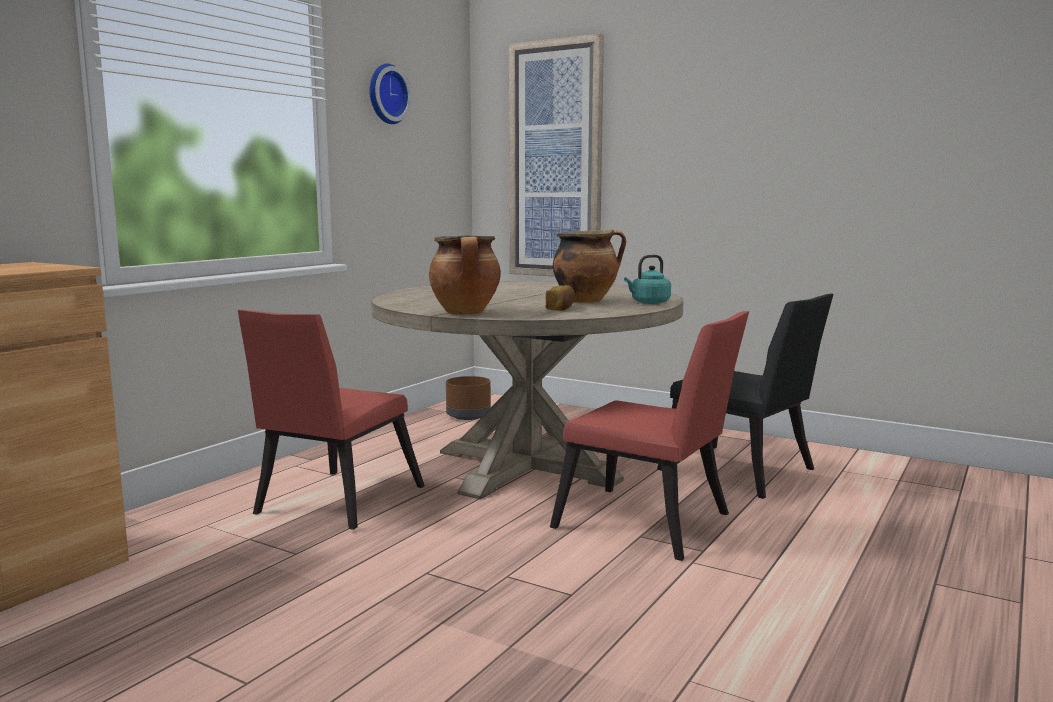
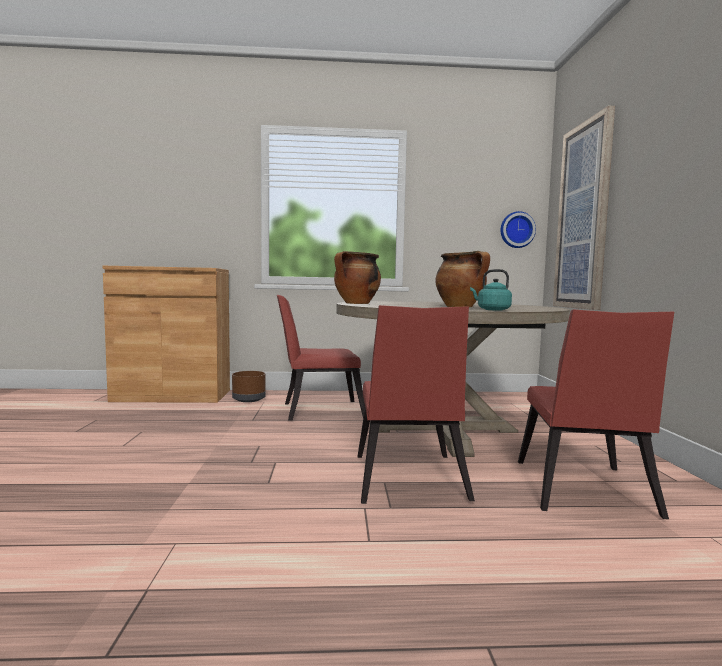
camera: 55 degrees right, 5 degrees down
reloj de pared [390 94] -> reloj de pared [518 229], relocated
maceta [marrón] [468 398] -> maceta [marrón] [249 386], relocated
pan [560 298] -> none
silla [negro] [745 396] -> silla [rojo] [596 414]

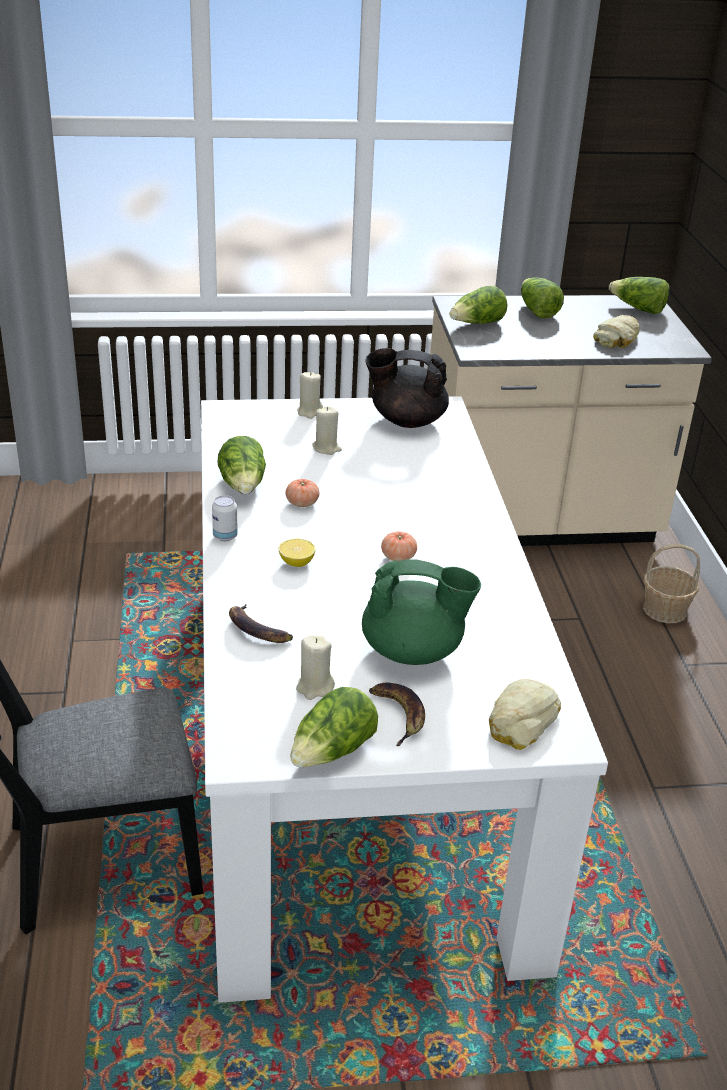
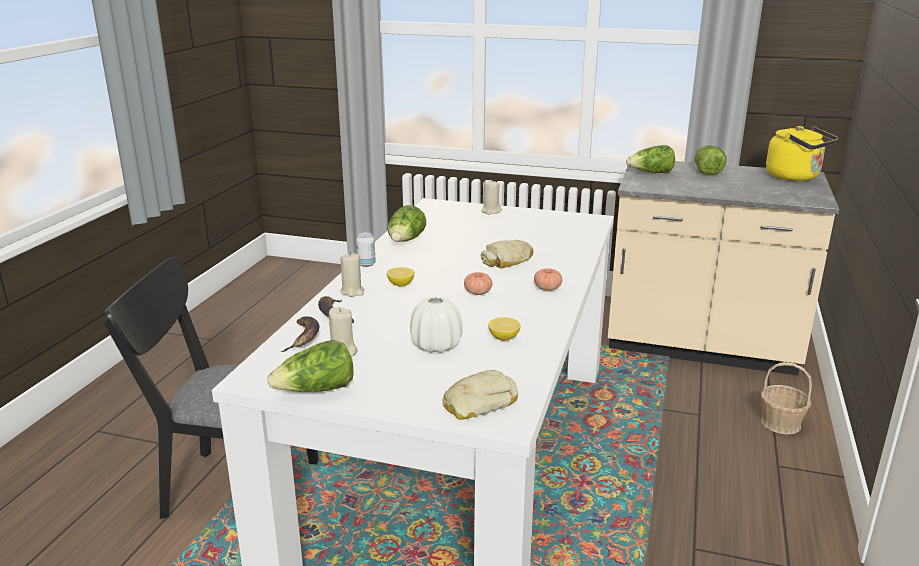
camera: 25 degrees right, 10 degrees down
tomate [302 493] -> tomate [548 279], relocated
vela [beis] [327 430] -> vela [beis] [352 274], relocated
tetera [verde] [421 612] -> florero [blanco] [436 324]
tetera [negro] [407 388] -> none
plátano [397 714] -> plátano [300 334], relocated
pan [616 331] -> pan [507 254], relocated
lechuga [639 295] -> hervidor [amarillo] [802 153]
none -> limón [504 329]

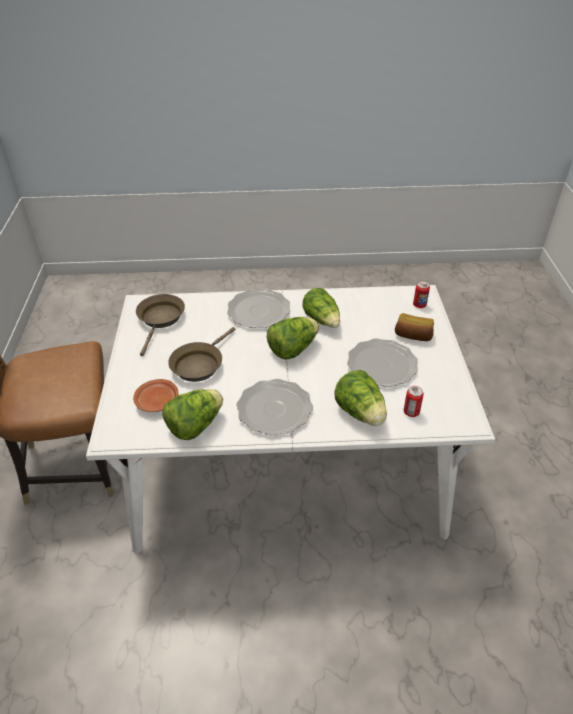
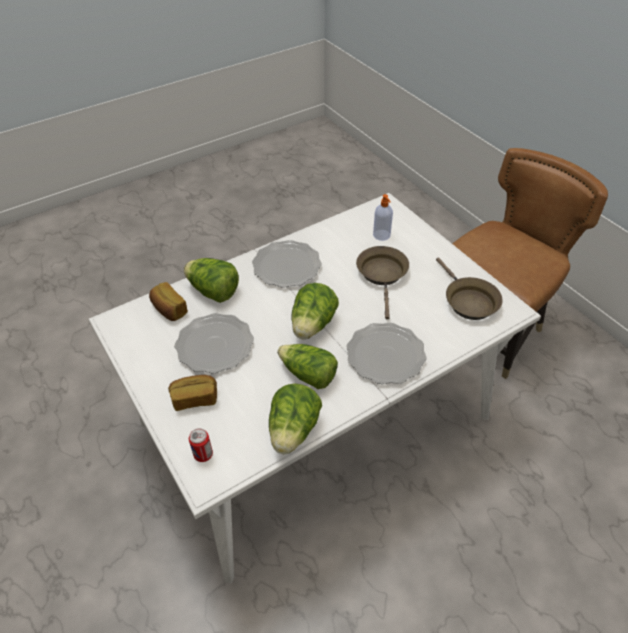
camera: 150 degrees right, 5 degrees up
plato [marrón] [156 395] -> dispensador de jabón [383 217]
lechuga [192 414] -> lechuga [295 419], relocated
lata [414 401] -> pan [168 301]

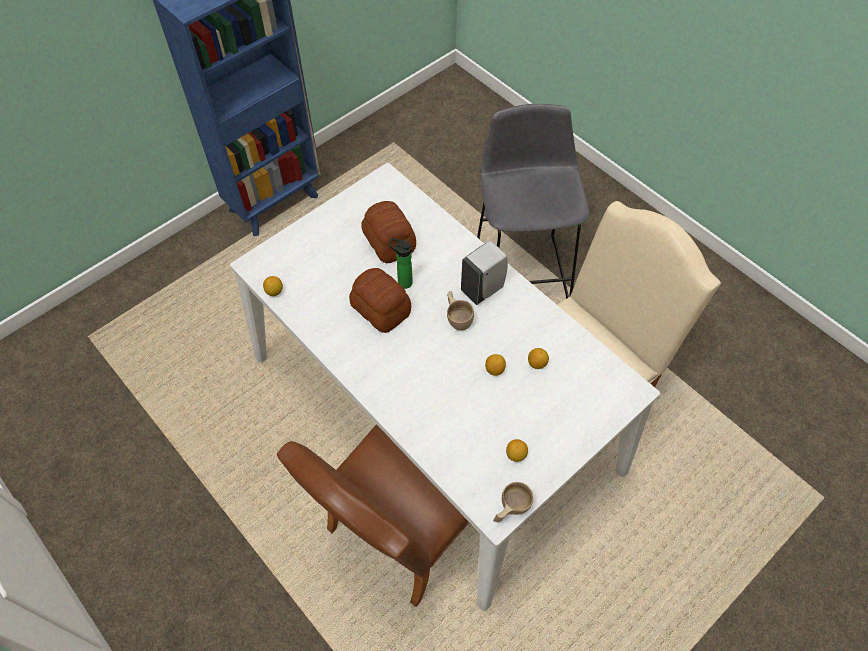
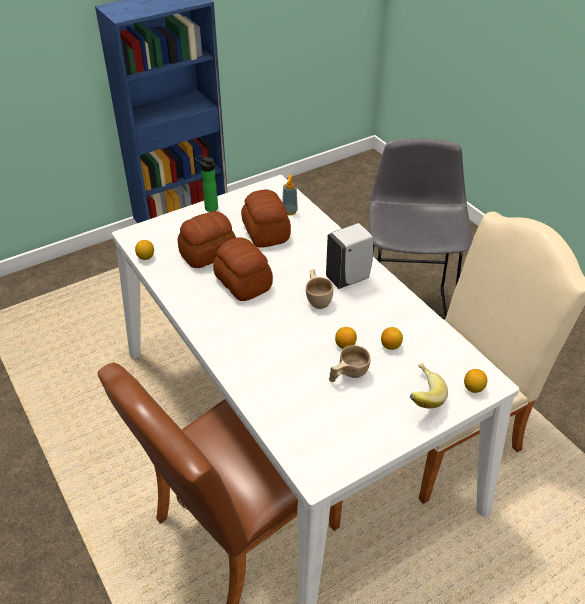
camera: 10 degrees right, 15 degrees down
botella [401 263] -> botella [206 183], relocated
taza [beis] [513 502] -> taza [beis] [350 363], relocated
limón [517 450] -> limón [475 381], relocated
none -> pan [207 239]
none -> dispensador de jabón [290 195]
none -> plátano [429 385]

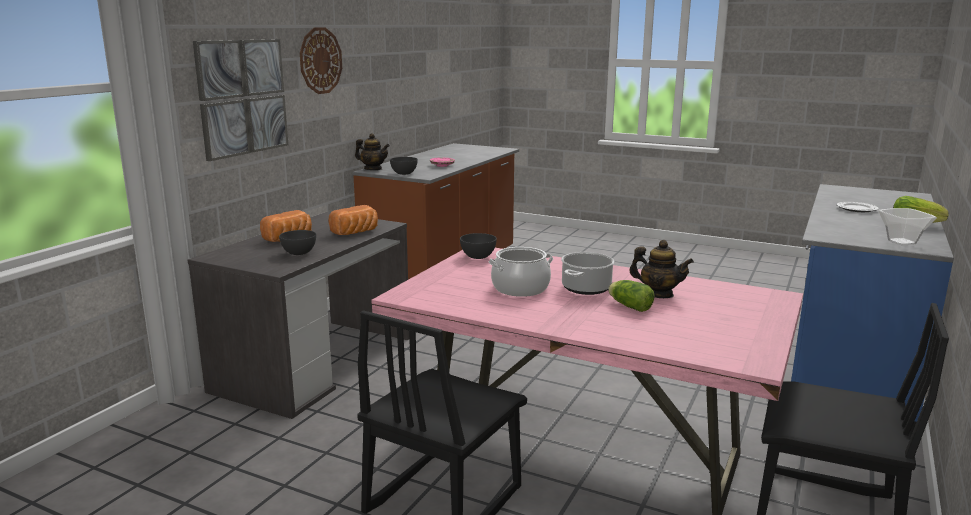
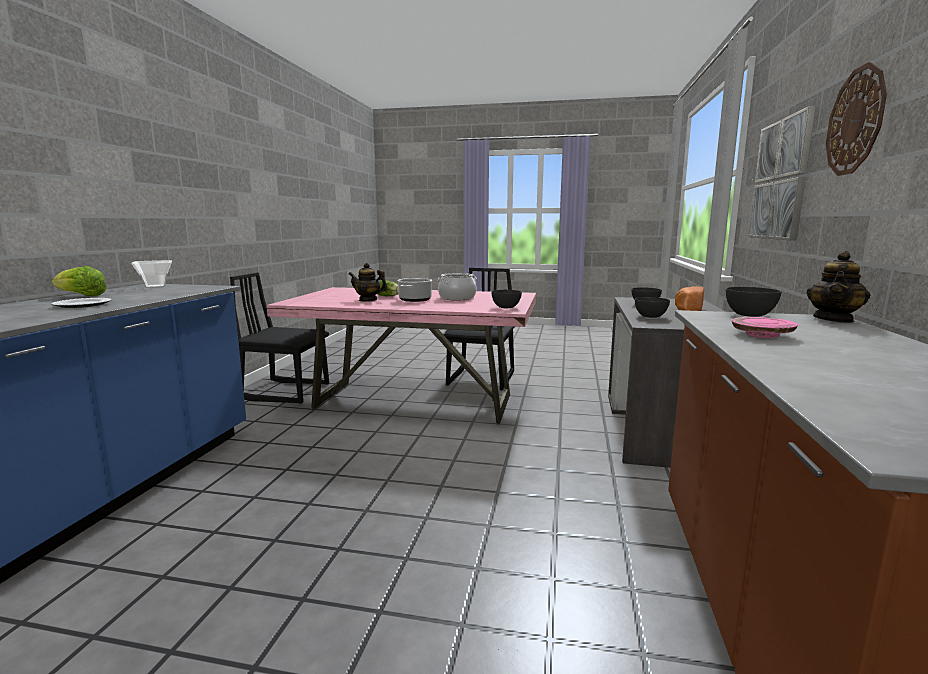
camera: 165 degrees right, 5 degrees down
pan [353 220] -> cuenco [gris] [652 307]
tetera [372 151] -> tetera [838 287], 60 degrees counterclockwise

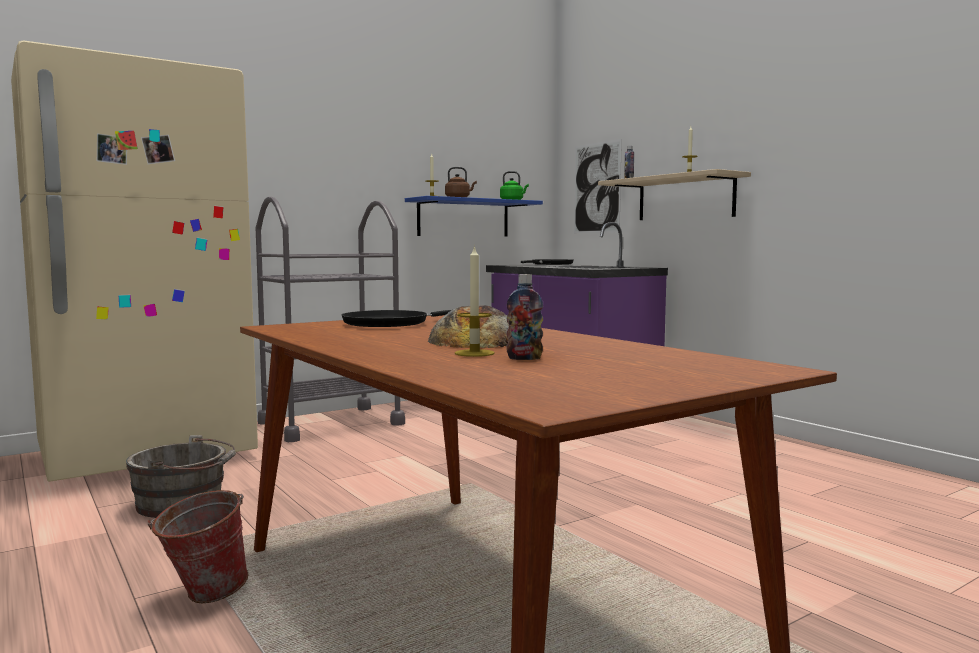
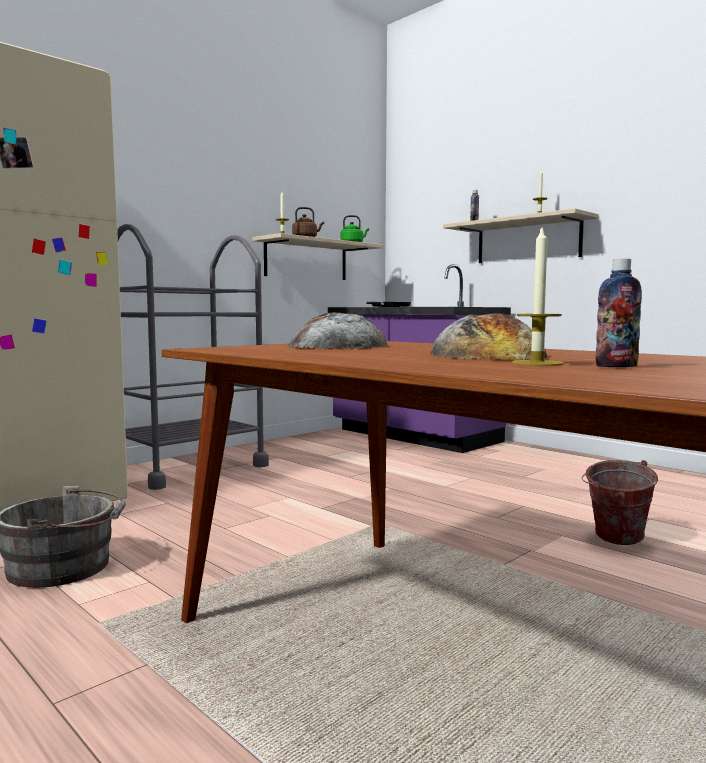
camera: 10 degrees left, 0 degrees up
cubo [198 546] -> cubo [619 502], relocated
sartén [negro] [397 318] -> pan [337 331]
estante [azul] [474 216] -> estante [beis] [317 256]
cuadro [598 186] -> none

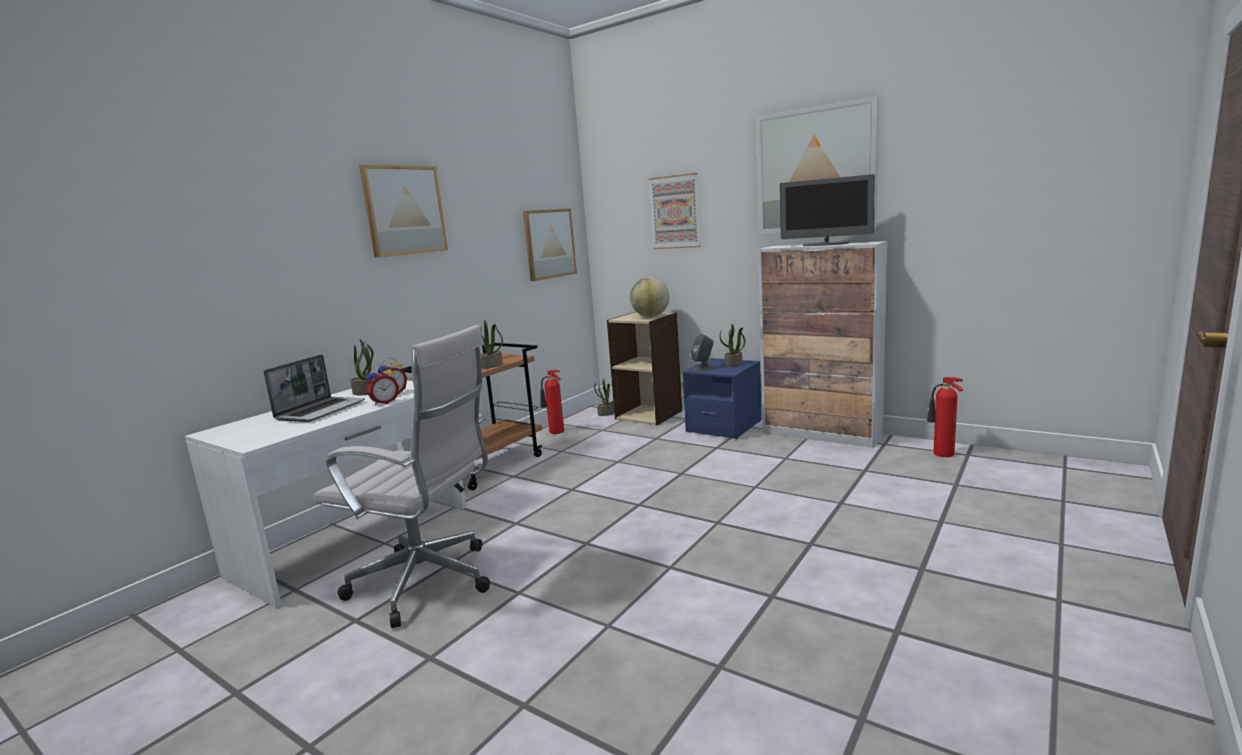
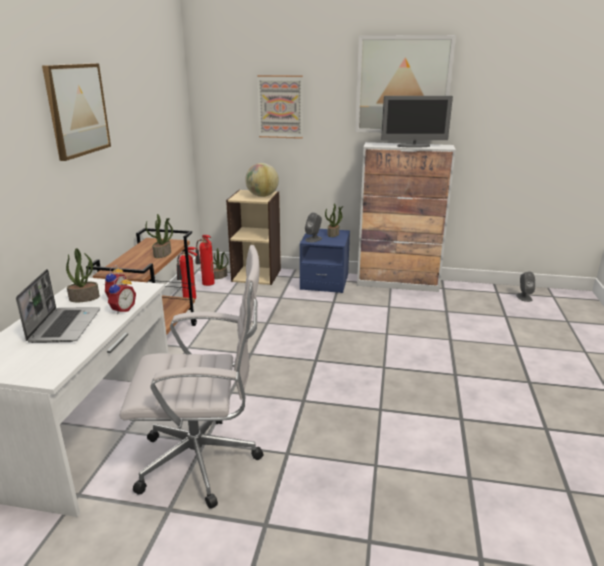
camera: 25 degrees left, 10 degrees up
cuadro [550 245] -> none
extintor [945 417] -> extintor [205 260], relocated
none -> altavoz [gris] [525 287]

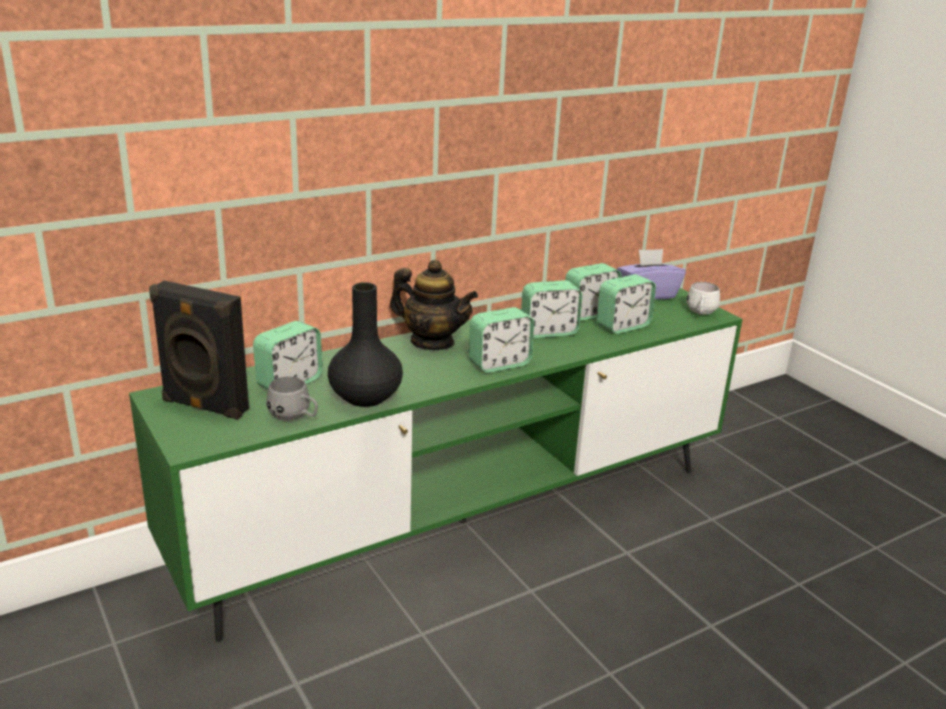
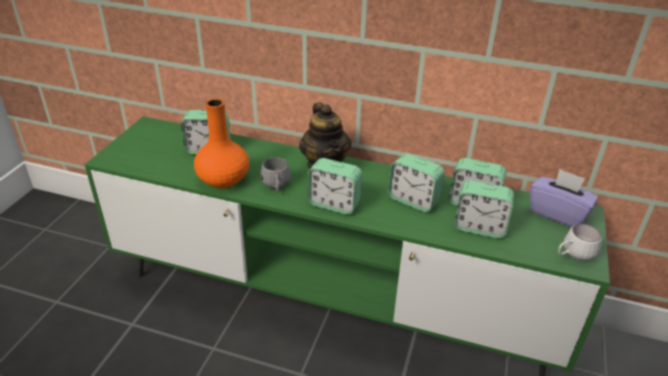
camera: 50 degrees right, 10 degrees up
altavoz [negro] [199 350] -> none
taza grande [gris] [292 398] -> taza grande [gris] [275 174], relocated
florero [negro] [365 344] -> florero [naranja] [221 143]

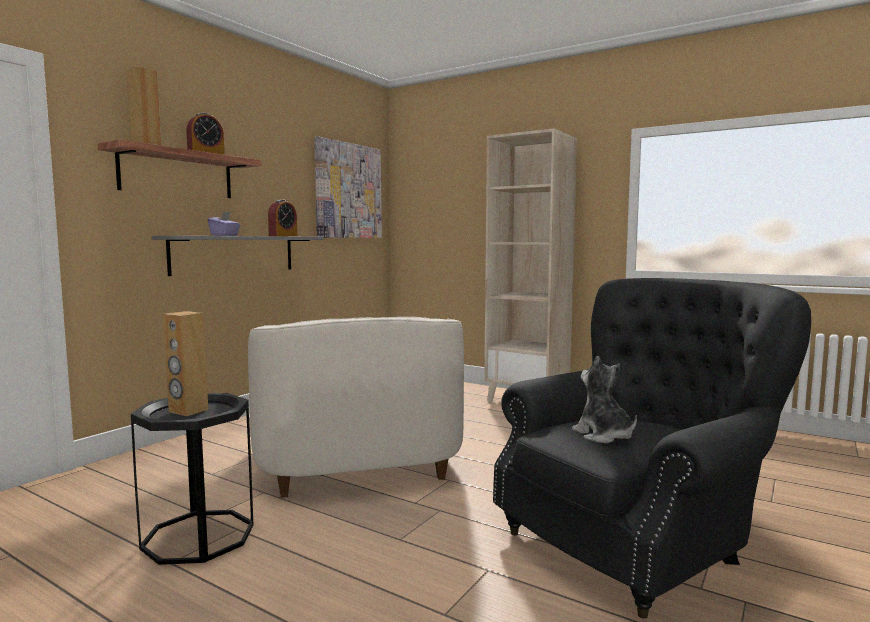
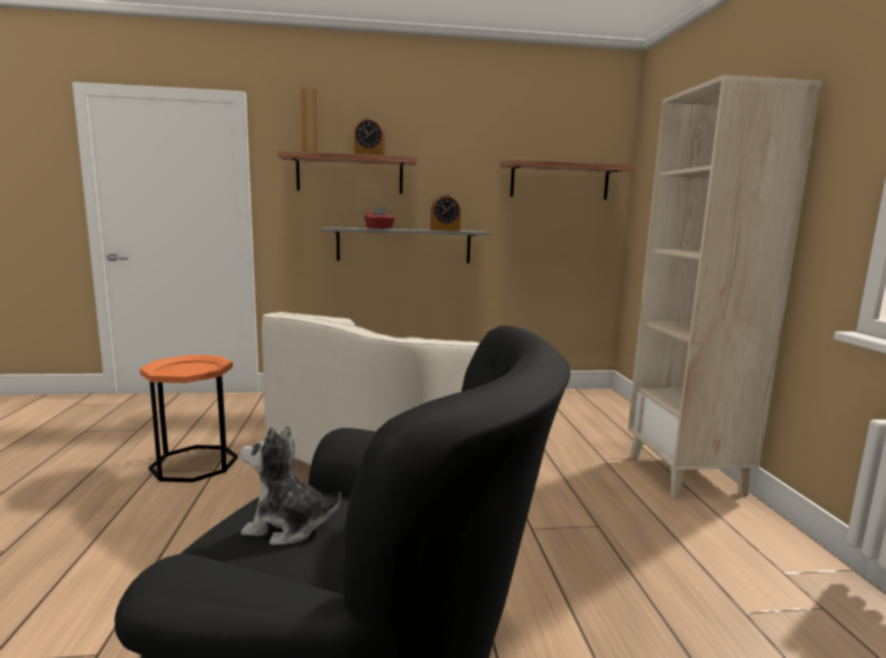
camera: 50 degrees right, 5 degrees up
mesa auxiliar [negro] [192 479] -> mesa auxiliar [naranja] [189 418]
altavoz [marrón] [185 363] -> none
caja de pañuelos [morado] [224 223] -> caja de pañuelos [rojo] [379 218]
cuadro [348 187] -> estante [567 179]
peluche [604 399] -> peluche [290 485], 105 degrees counterclockwise

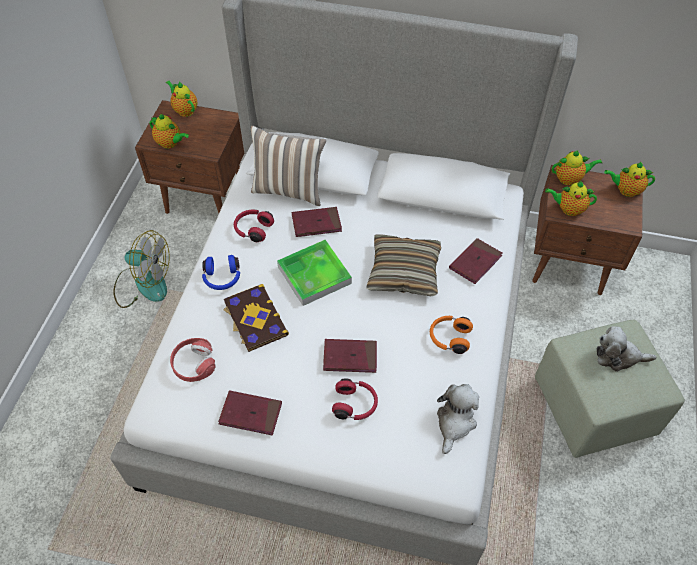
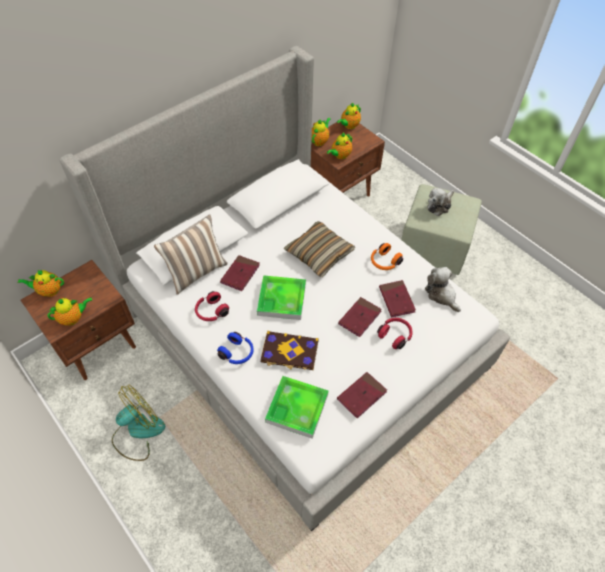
camera: 55 degrees left, 0 degrees up
auriculares [rojo] [193 360] -> bandeja [296 407]
libro [rojo] [475 261] -> libro [rojo] [397 298], relocated

